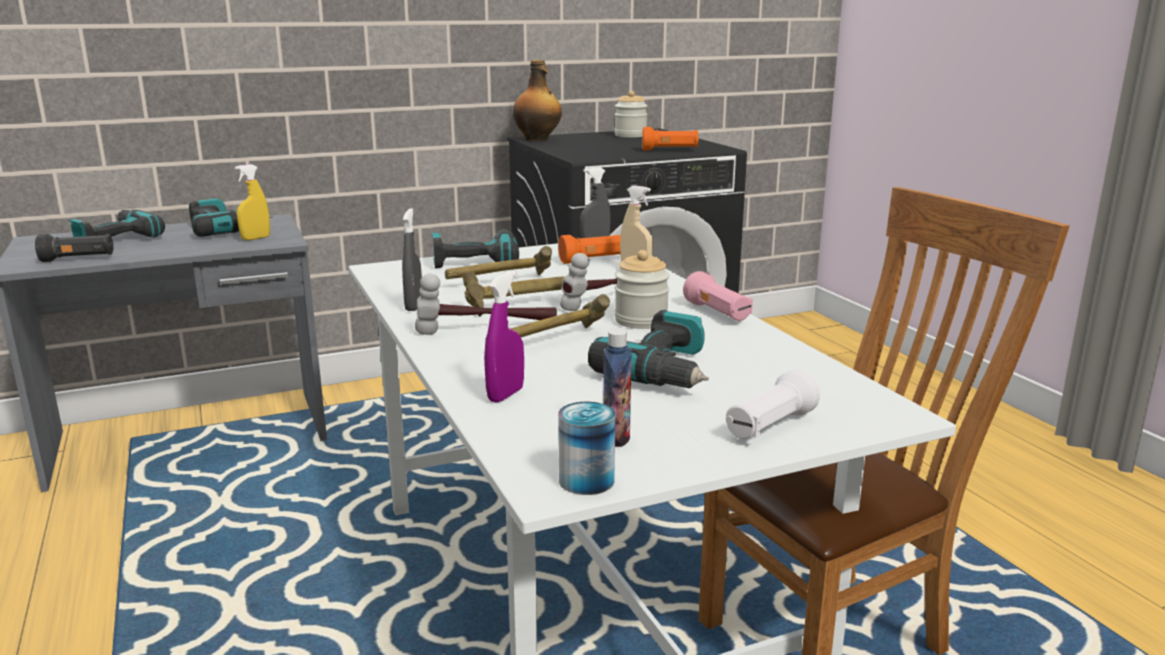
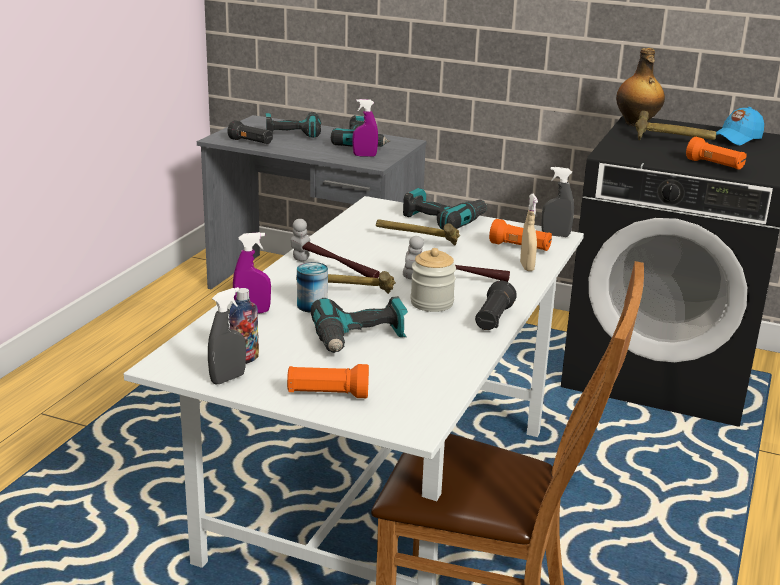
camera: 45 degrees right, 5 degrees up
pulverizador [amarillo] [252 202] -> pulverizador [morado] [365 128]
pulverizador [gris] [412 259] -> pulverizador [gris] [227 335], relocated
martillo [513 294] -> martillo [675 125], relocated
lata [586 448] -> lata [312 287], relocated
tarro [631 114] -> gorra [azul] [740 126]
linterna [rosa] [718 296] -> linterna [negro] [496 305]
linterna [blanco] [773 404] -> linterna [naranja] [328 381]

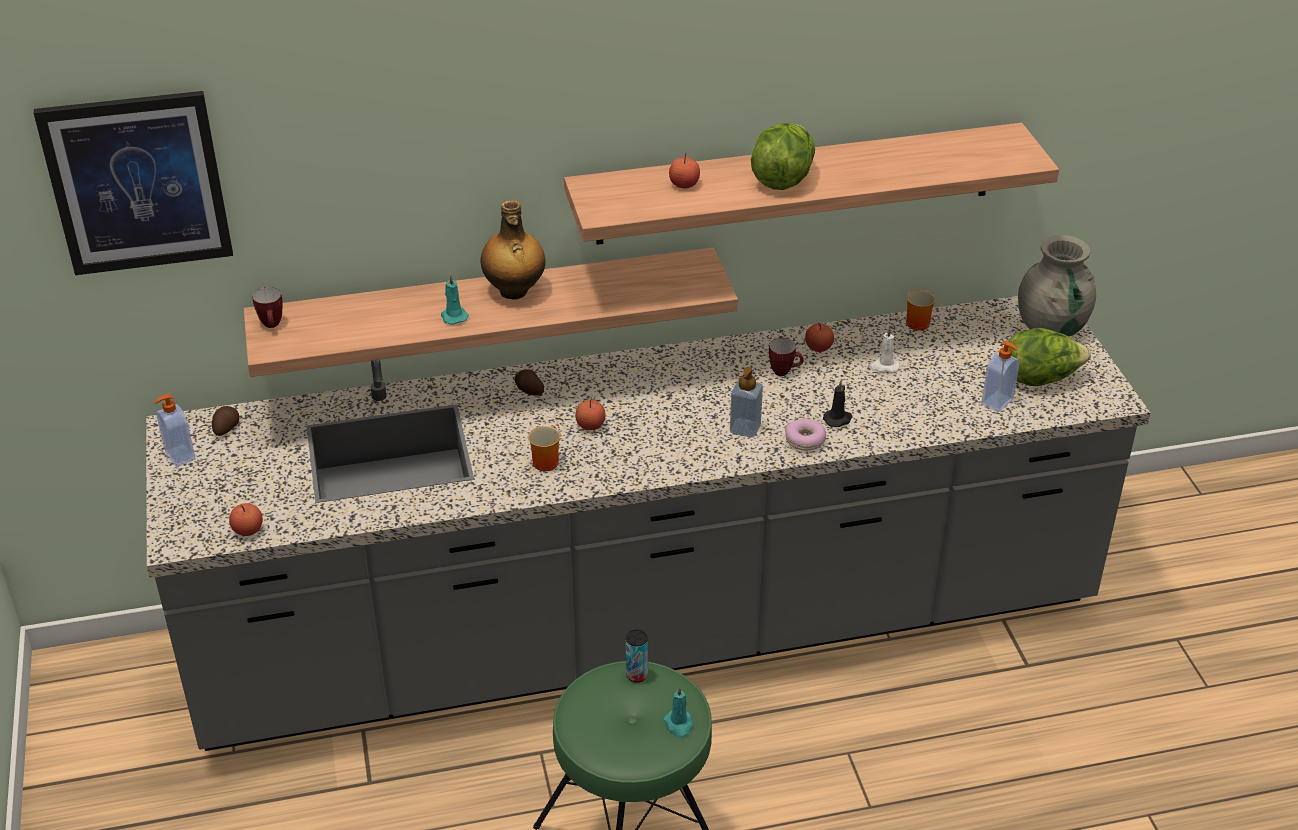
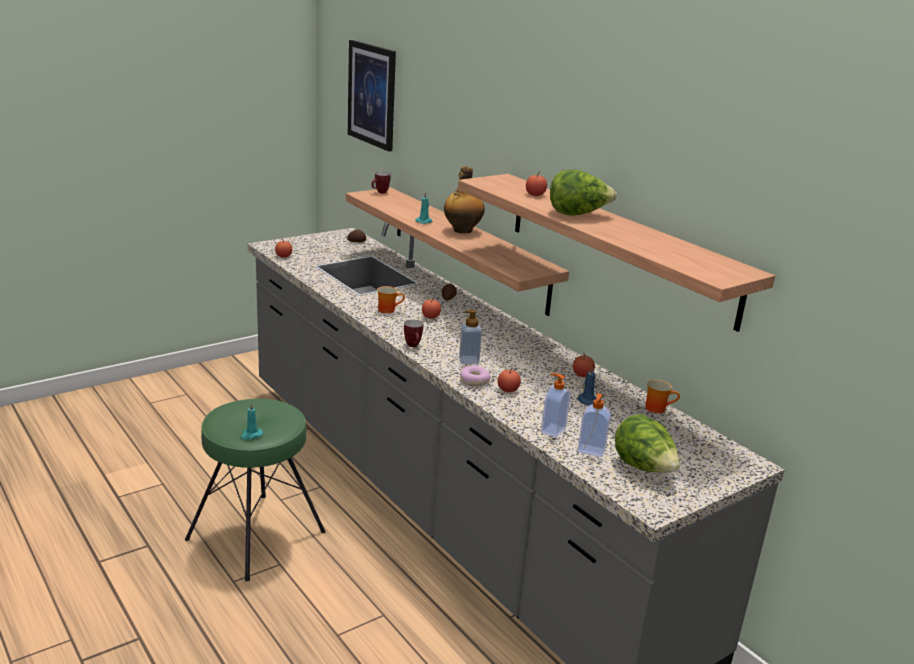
camera: 65 degrees right, 15 degrees down
dispensador de jabón [175 430] -> dispensador de jabón [556 405], relocated
lata [637 656] -> none
taza grande [786 357] -> taza grande [413 333], relocated
vela [negro] [838 403] -> manzana [509 380]
vela [blanco] [884 350] -> vela [azul] [587 385]
florero [gris] [1057 285] -> none

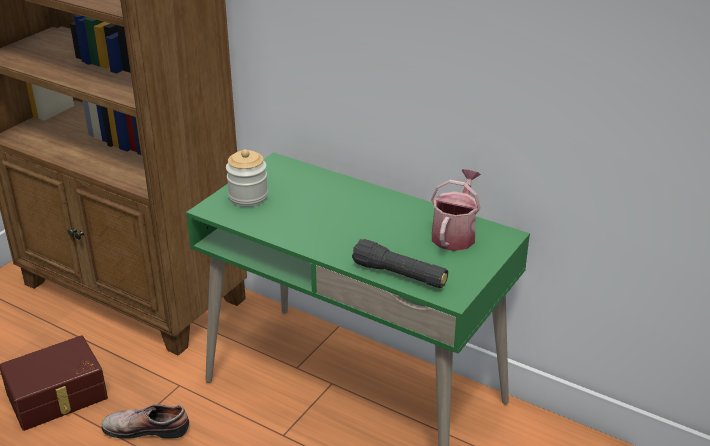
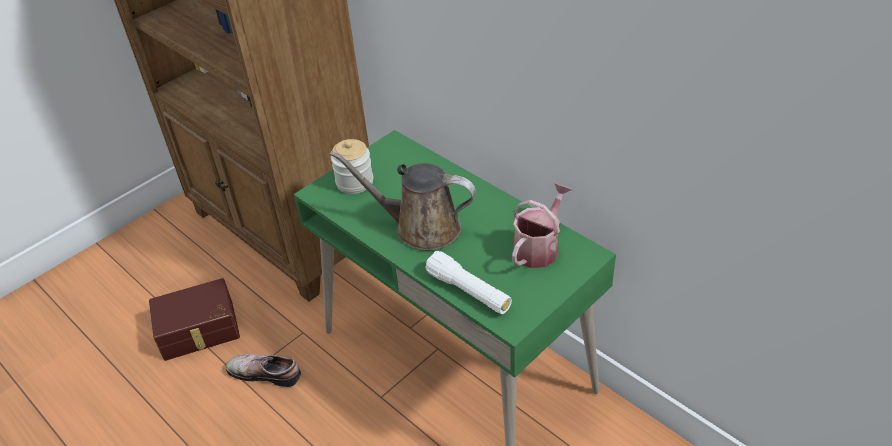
camera: 15 degrees right, 10 degrees up
linterna [negro] [400 263] -> linterna [blanco] [468 282]
none -> regadera [marrón] [403 201]

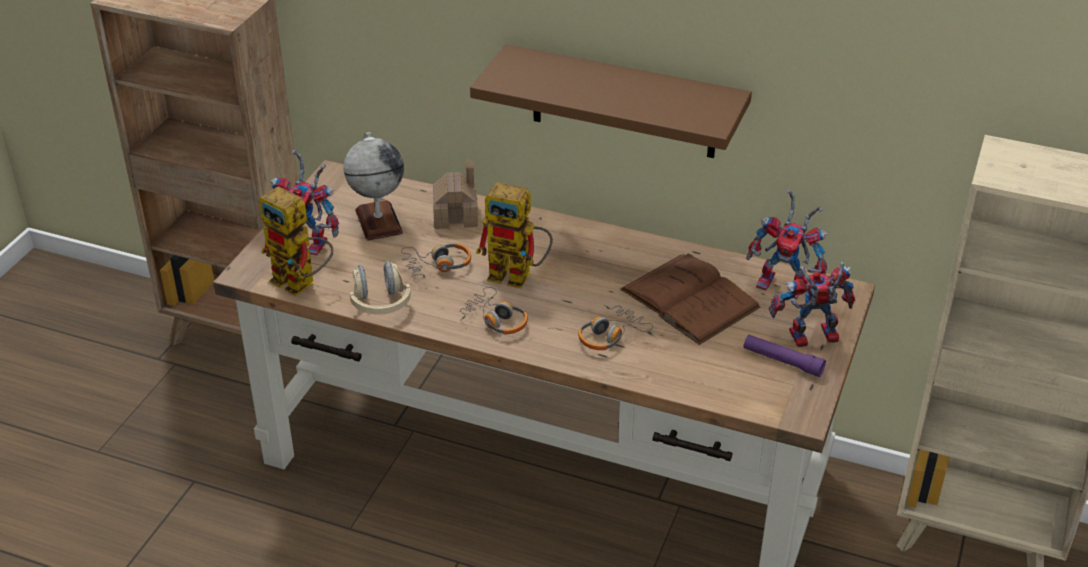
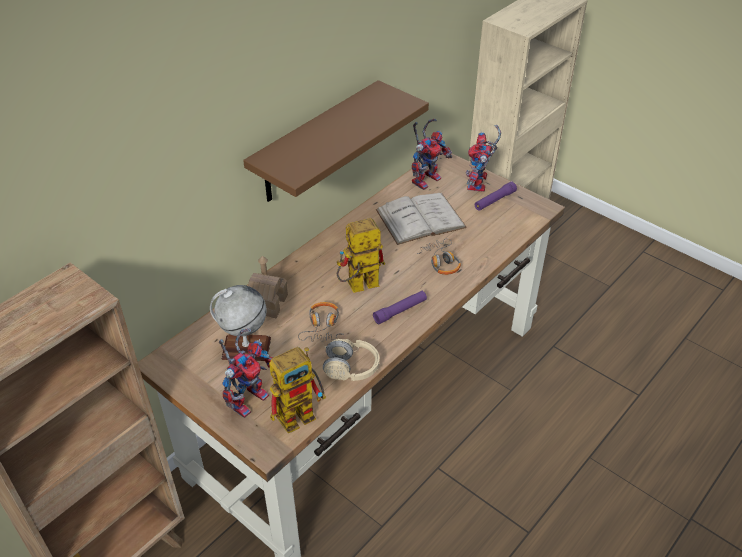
camera: 70 degrees left, 5 degrees up
auriculares [494 310] -> linterna [morado] [400 307]
robot de juguete [514 235] -> robot de juguete [361 255], 150 degrees counterclockwise
libro [marrón] [690 299] -> libro [blanco] [421 219]

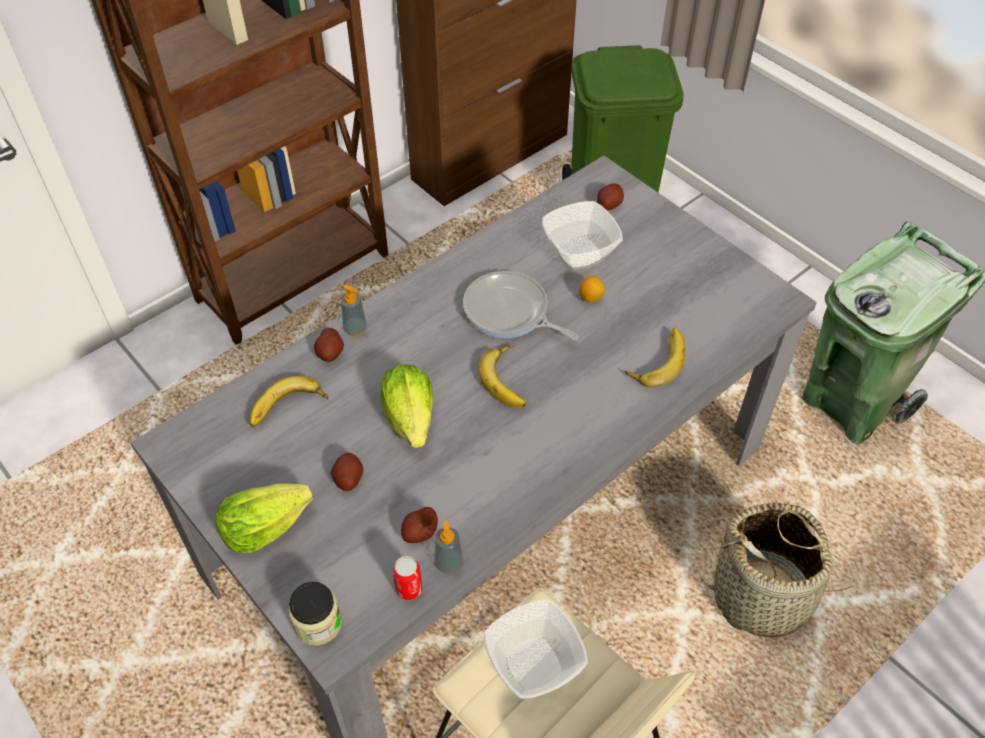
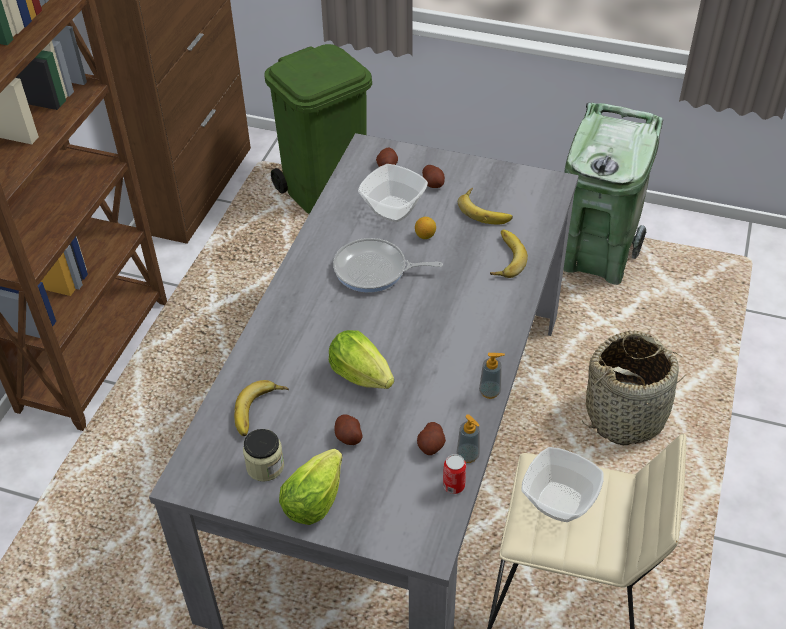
camera: 30 degrees left, 5 degrees down
tarro [315 614] -> tarro [263 455], relocated
patata [329 345] -> patata [433 176], relocated
dispensador de jabón [354 310] -> dispensador de jabón [492 376], relocated
plátano [502 376] -> plátano [485 206], relocated

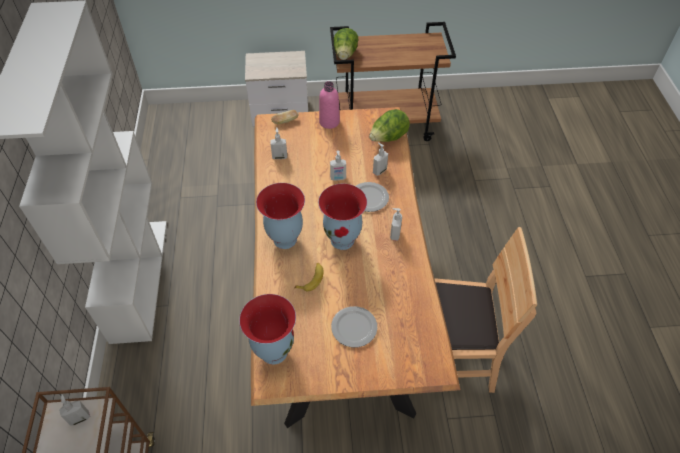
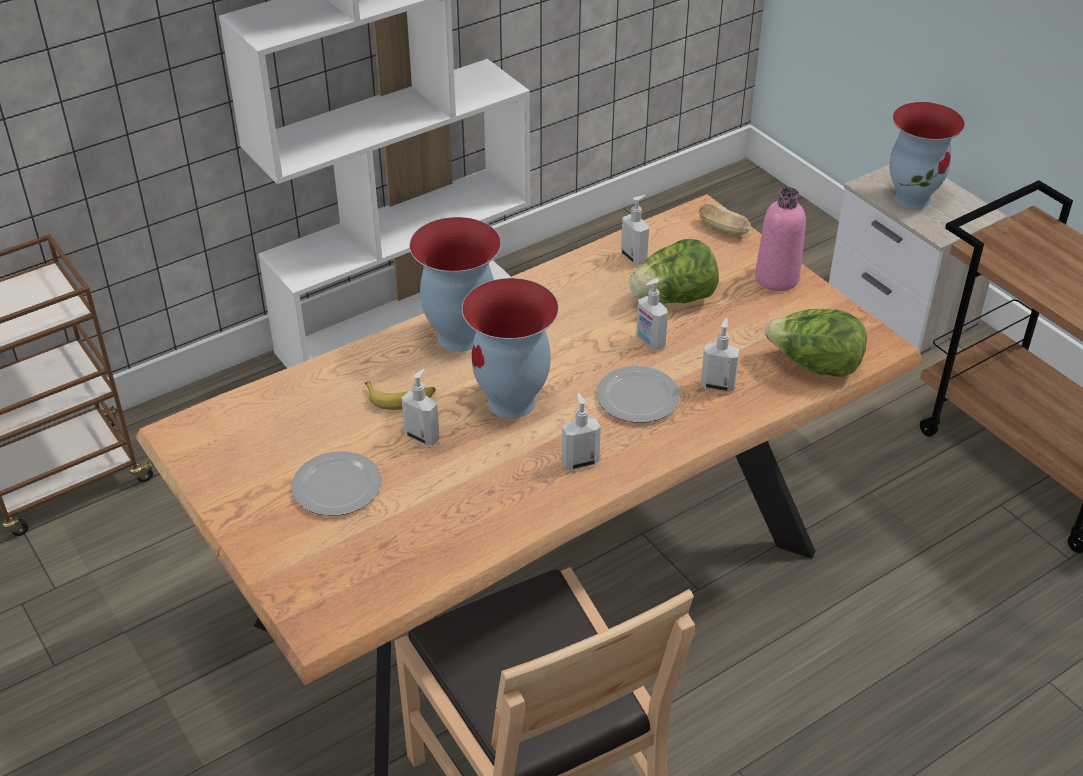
camera: 60 degrees right, 10 degrees down
dispensador de jabón [74 410] -> dispensador de jabón [420 407], relocated
florero [267 329] -> florero [927 155], relocated
lechuga [346 44] -> lechuga [674 271], relocated

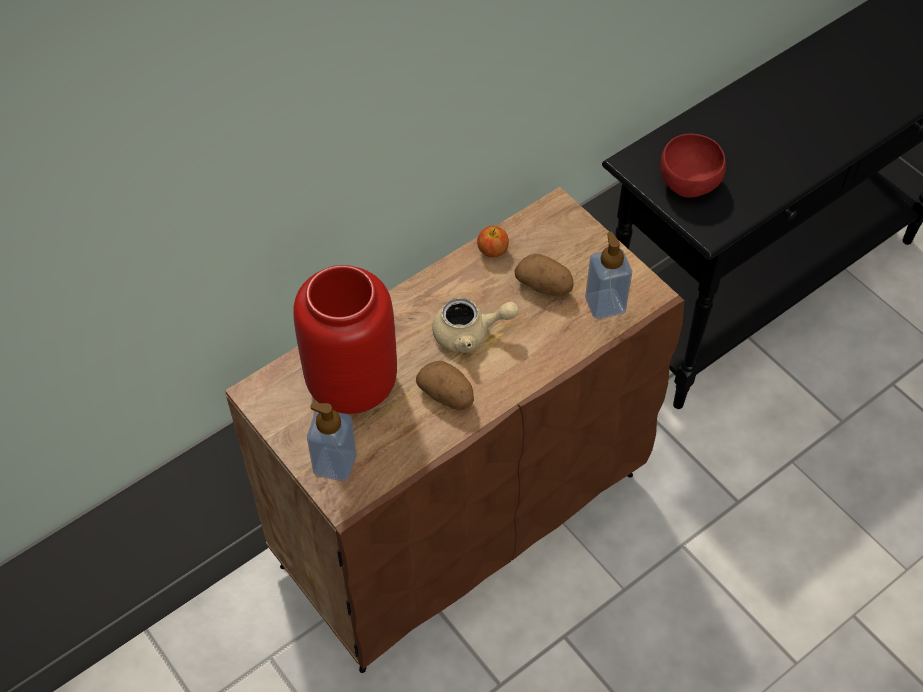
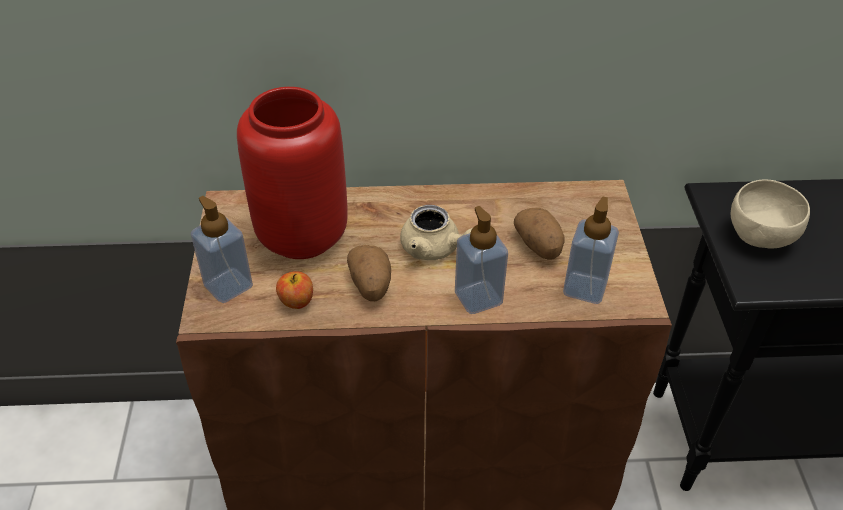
camera: 35 degrees right, 10 degrees down
manzana [493 241] -> manzana [294 290], relocated
cuenco [rojo] [693 166] -> cuenco [beis] [770 214]
none -> dispensador de jabón [481 260]

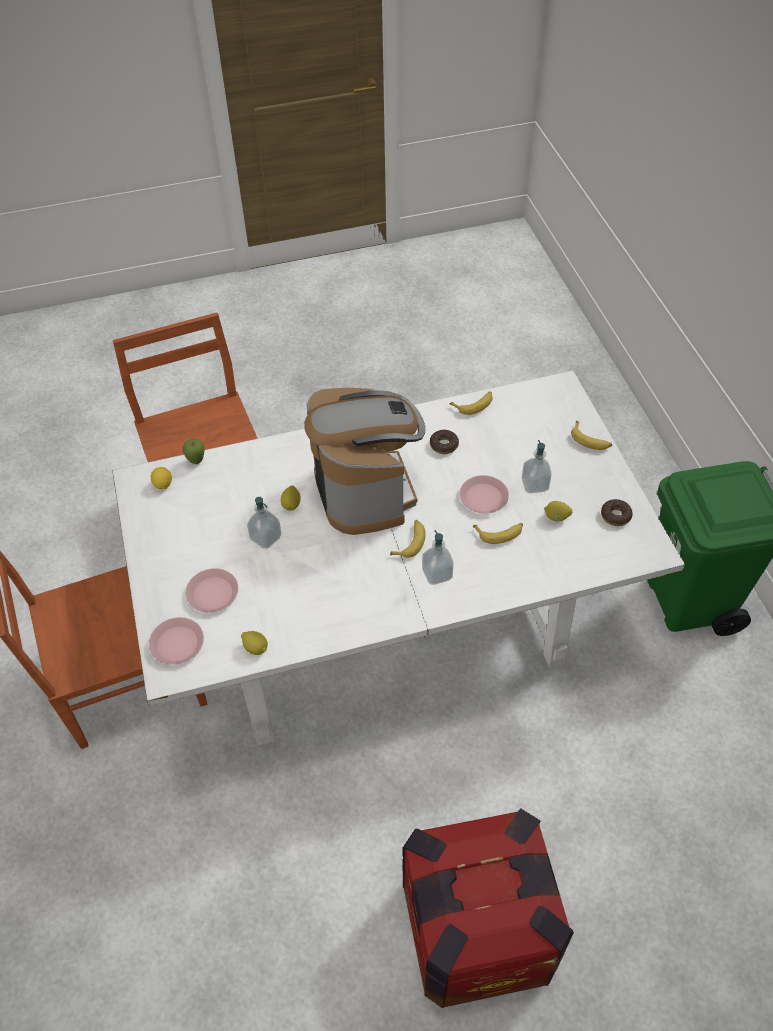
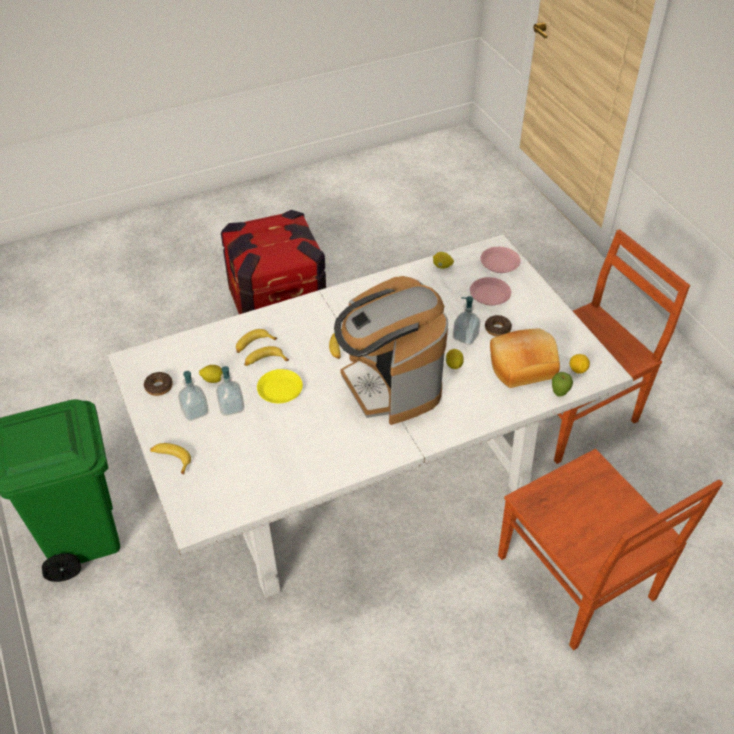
camera: 170 degrees right, 5 degrees down
dispensador de jabón [438 557] -> dispensador de jabón [193 396], relocated
rosquilla [444 442] -> rosquilla [498 326], relocated
plátano [471 403] -> plátano [256 341], relocated
plato [rosa] [484 494] -> plato [amarillo] [280 386]
none -> pan [525 358]

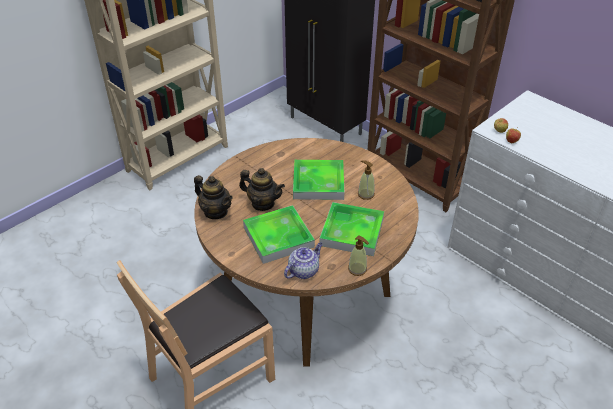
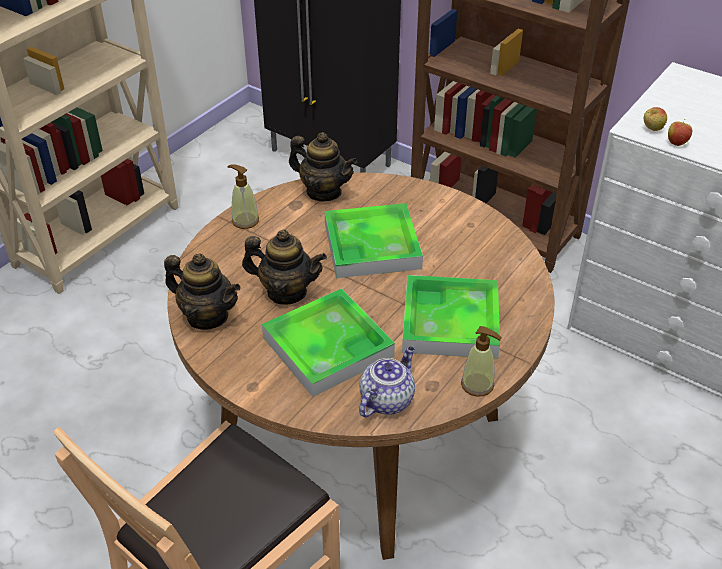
camera: 10 degrees left, 0 degrees up
dispensador de jabón [366 180] -> dispensador de jabón [243 196], relocated
none -> tetera [323 166]

